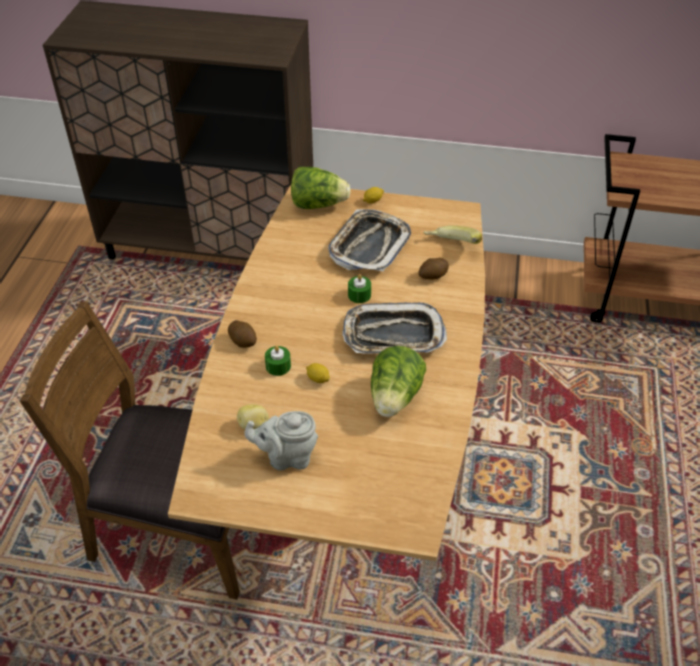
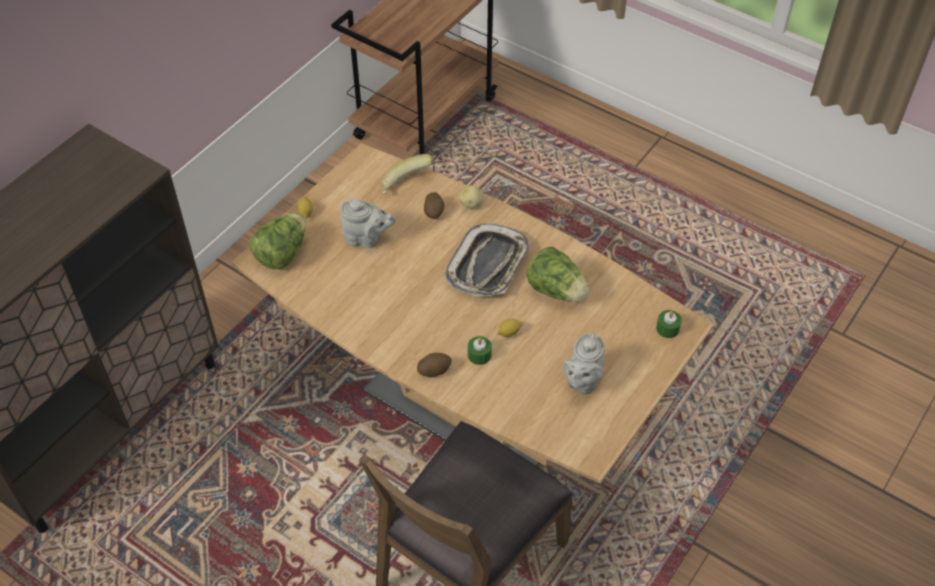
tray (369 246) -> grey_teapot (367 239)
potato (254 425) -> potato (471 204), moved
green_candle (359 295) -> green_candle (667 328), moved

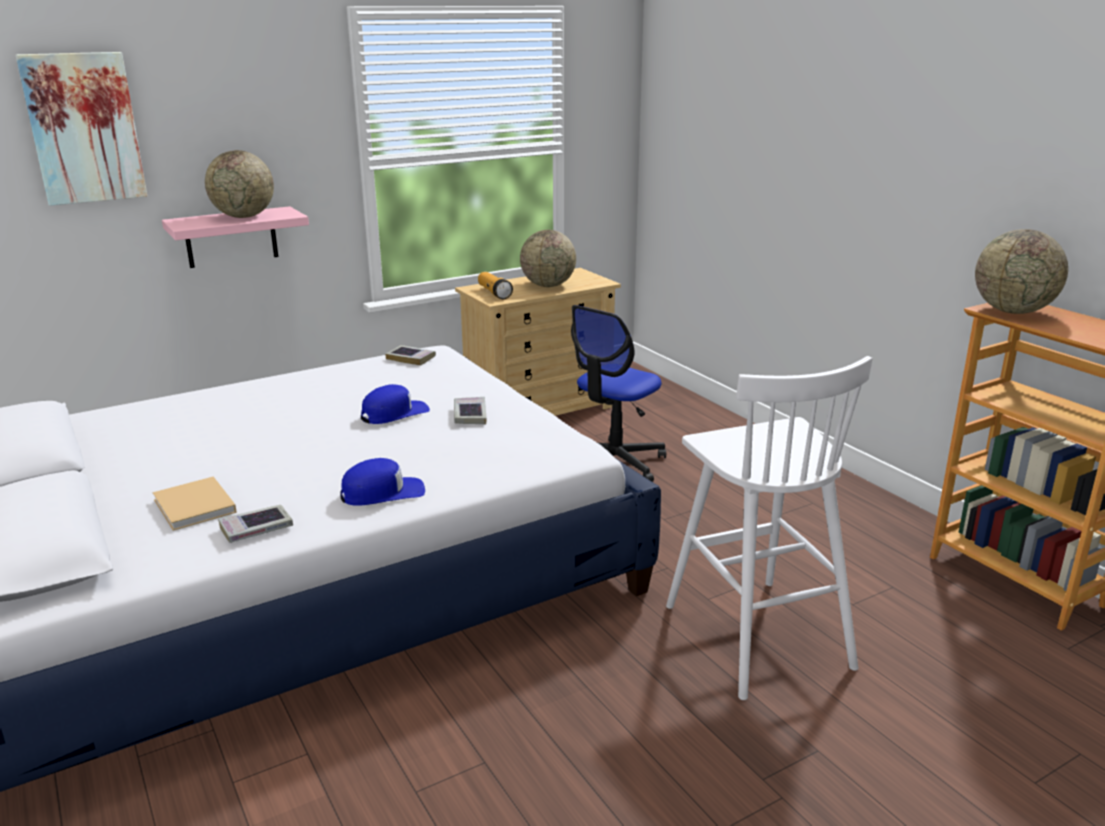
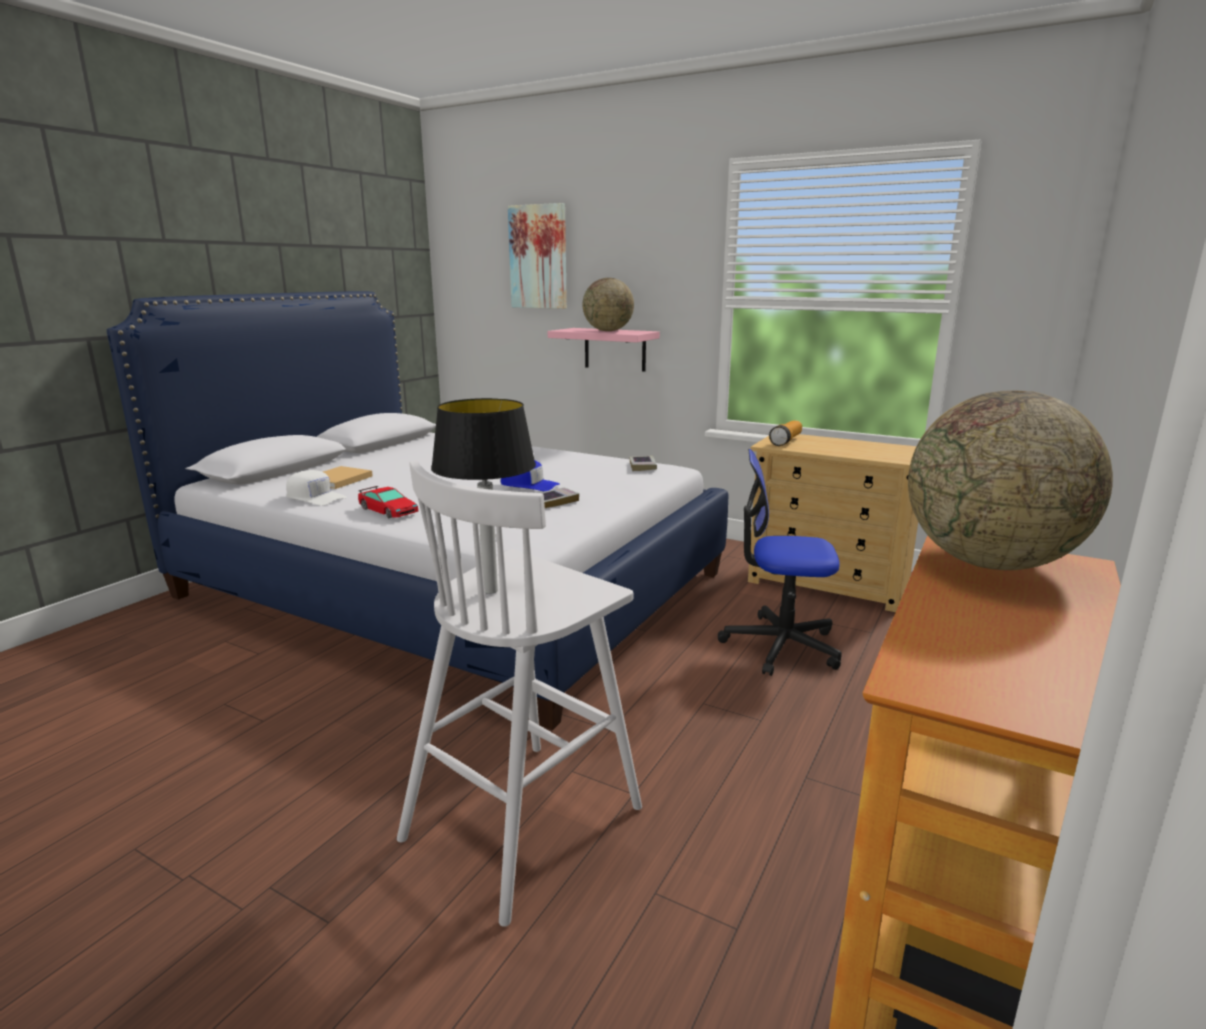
book (256 528) -> white_cap (315 497)
blue_cap (383 493) -> toy_car (387 510)
none -> table_lamp (489 590)
globe (548 285) -> none

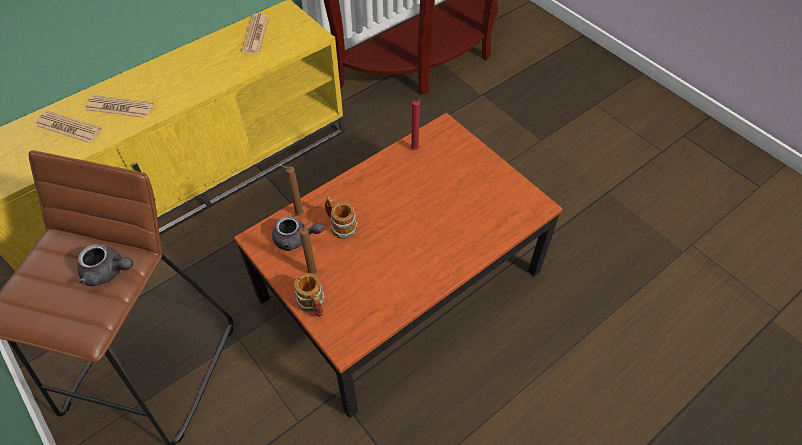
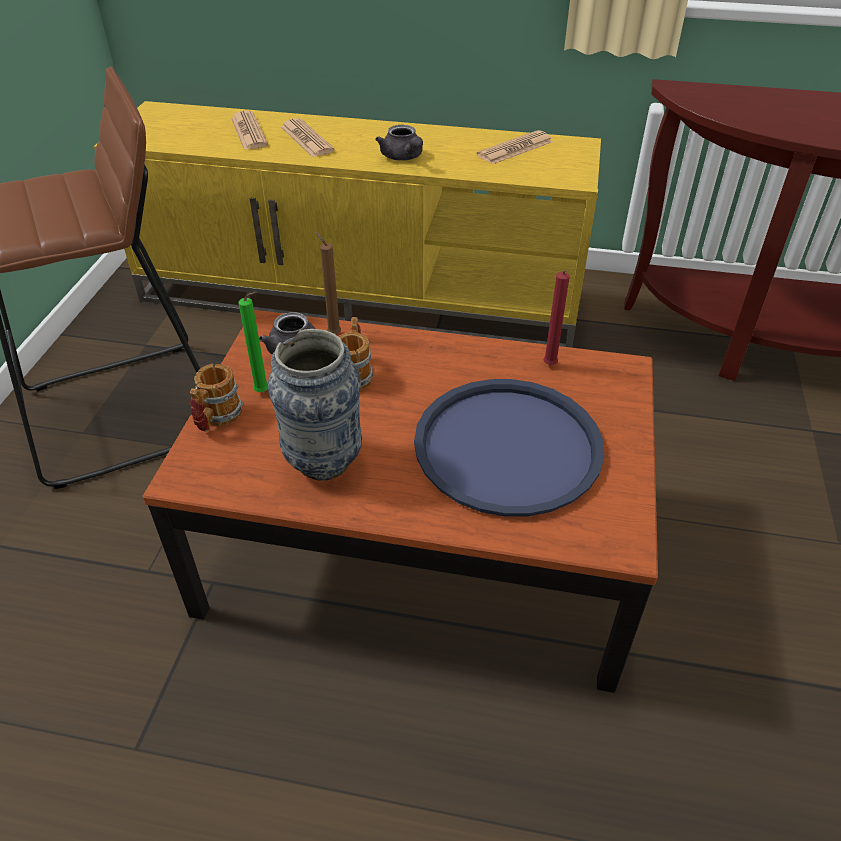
brown_candle (314 272) -> green_candle (264 392)
none -> vase (323 461)
grey_teapot (108 272) -> grey_teapot (403 157), moved
none -> blue_tray (507 446)

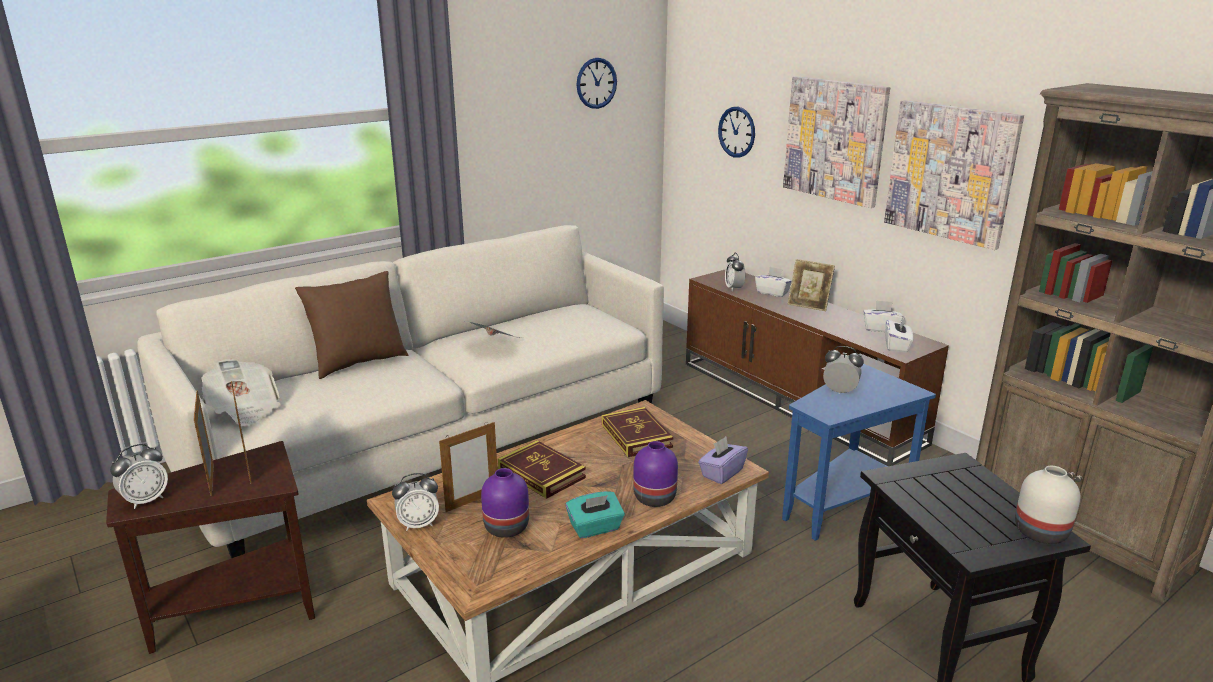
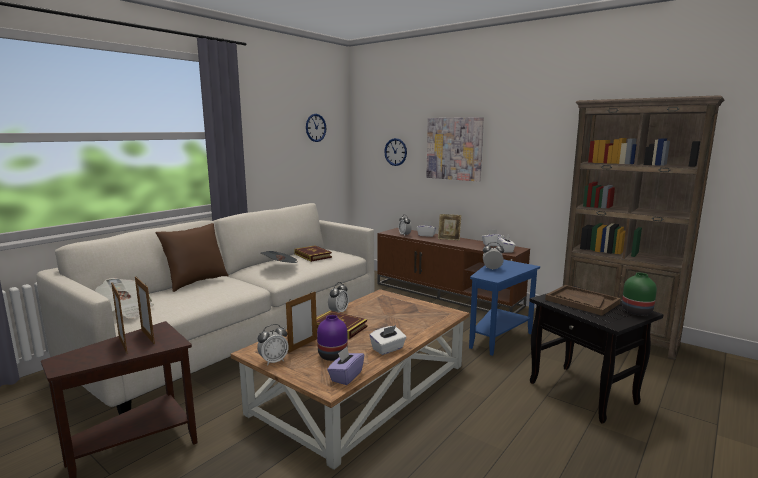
book (636 436) -> book (313 255), moved
purple_tissue_box (721 473) -> purple_tissue_box (346 376), moved
alarm_clock (146 500) -> alarm_clock (338 312), moved
turquoise_tissue_box (595 528) -> white_tissue_box (388 349)
none -> brown_tray (582 301)
white_vase (1039 532) -> green_vase (635 311)
purple_vase (653 498) -> none
picture (950 172) -> none

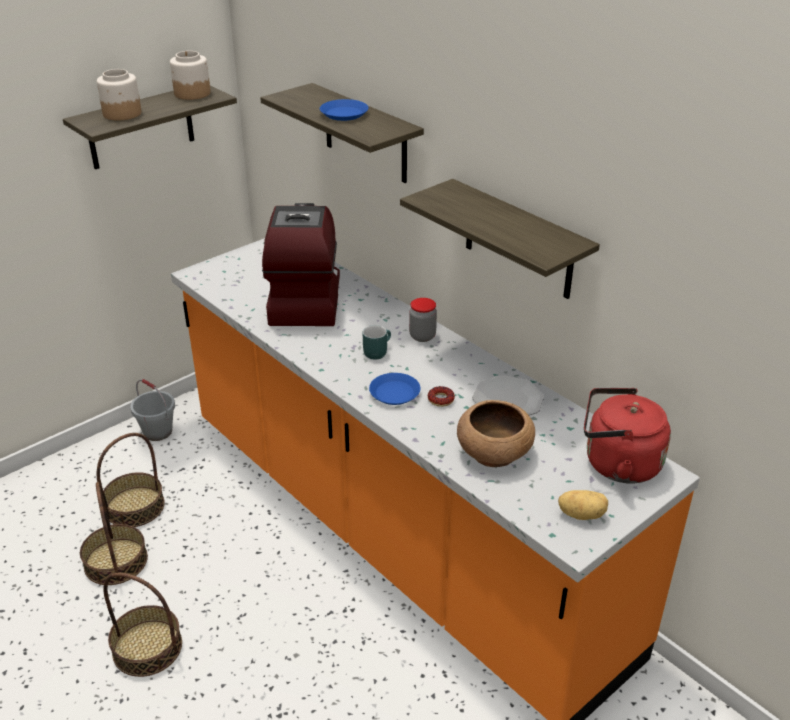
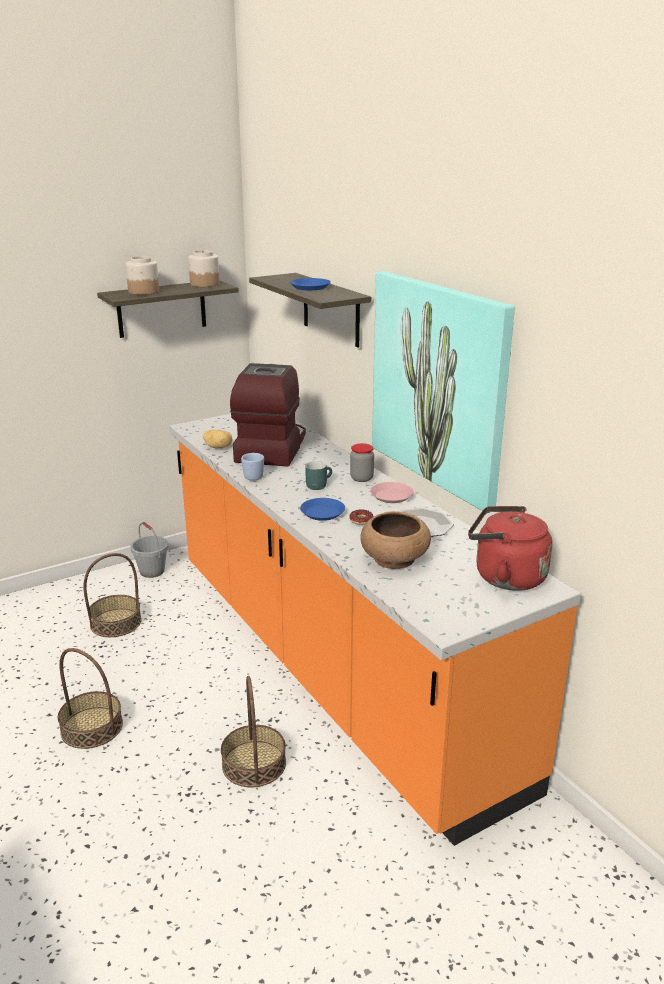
potato (581 514) -> potato (218 447), moved
basket (115 561) -> basket (253 763), moved
none -> blue_mug (251 476)
none -> pink_plate (391 496)
shelf (518 240) -> picture (439 385)

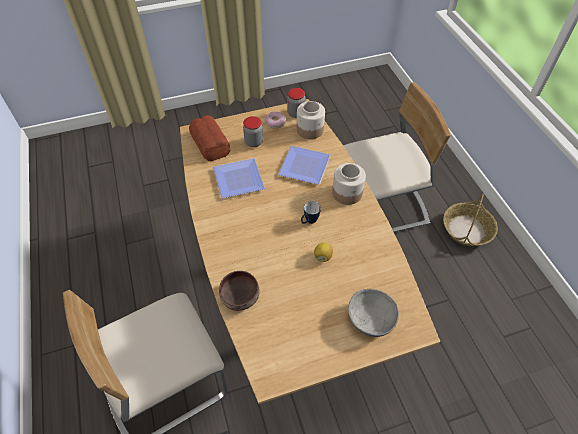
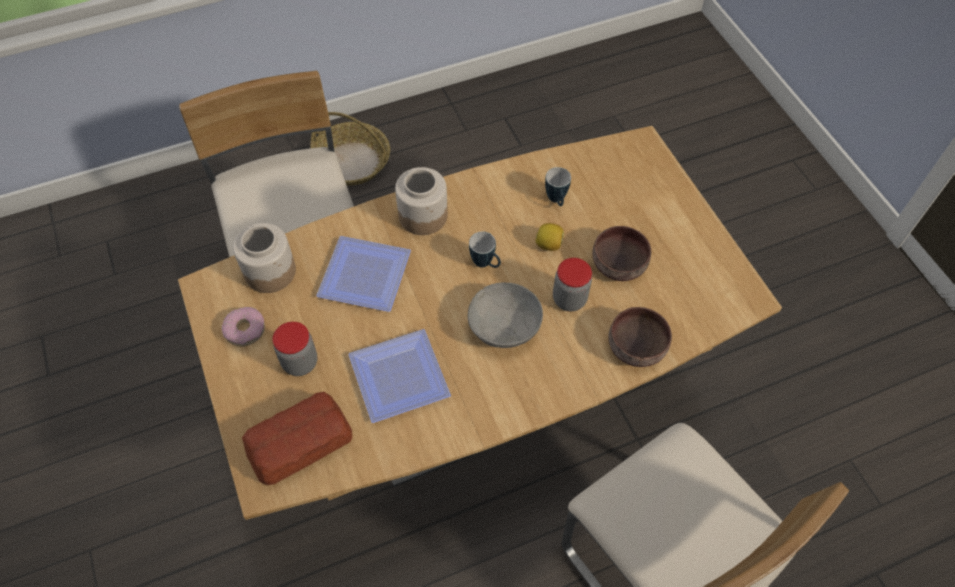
grey_bowl (370 319) -> grey_bowl (505 327), moved
none -> mug (556 201)
jar (296 113) -> jar (569 299), moved
none -> brown_bowl (620 264)

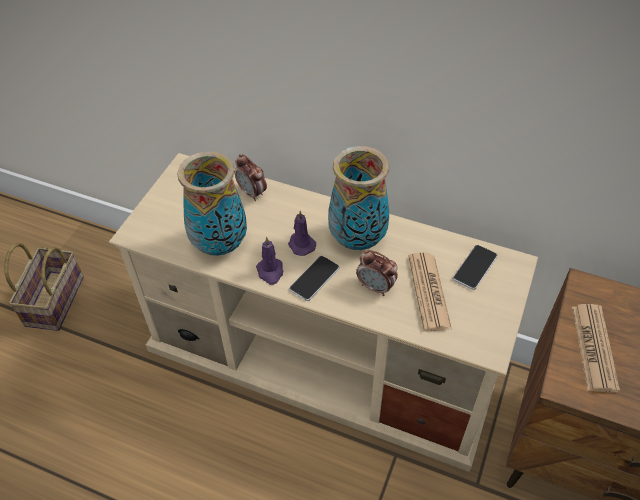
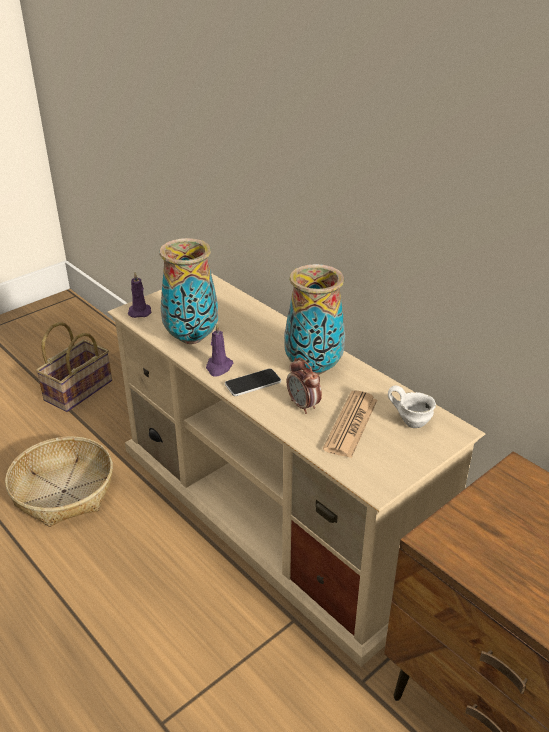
none -> basket (64 491)
purple_candle (301 244) -> purple_candle (140 311), moved
phone (475 267) -> white_mug (411 421)
alarm_clock (252 193) -> none
newspaper (594 348) -> none

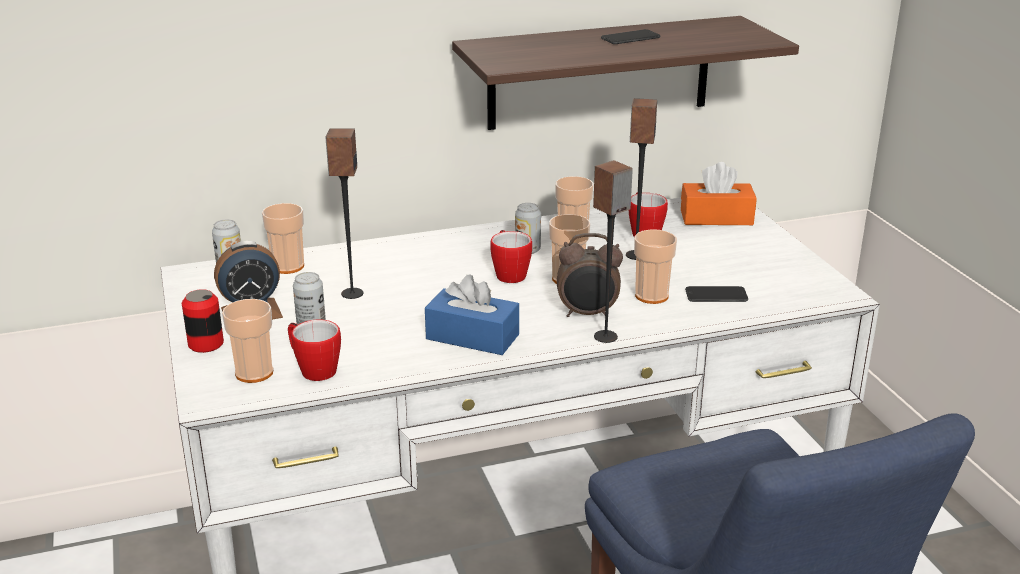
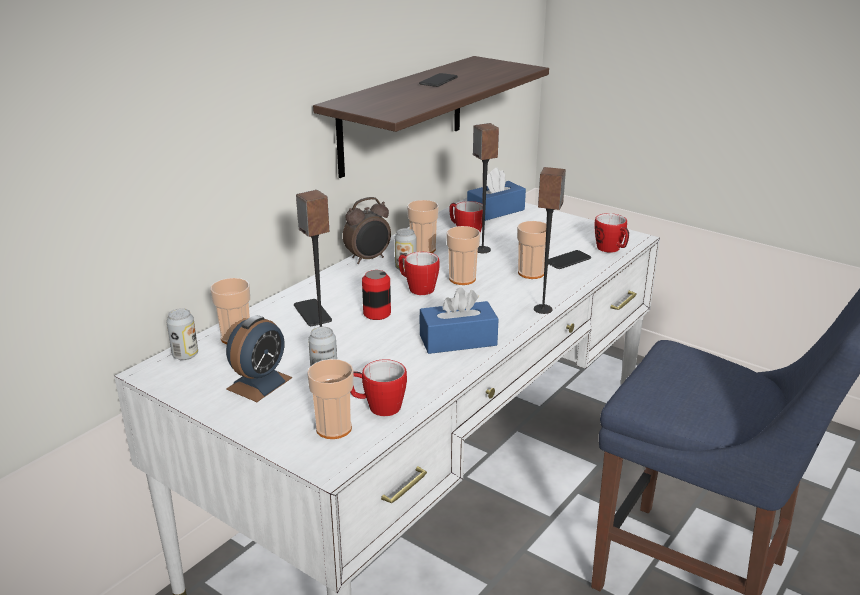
none -> phone (312 313)
alarm_clock (588 314) -> alarm_clock (368 259), moved
can (206 344) -> can (377 313), moved
orange_tissue_box (716 217) -> blue_tissue_box (495 211)
none -> mug (611 250)

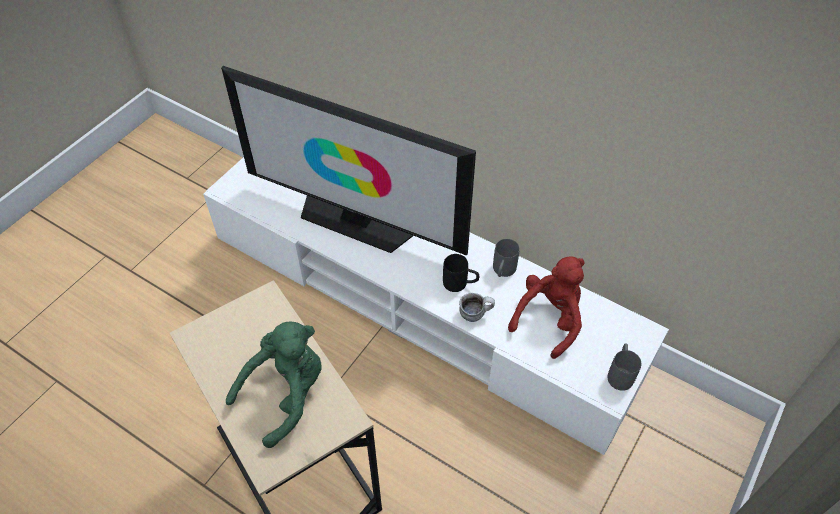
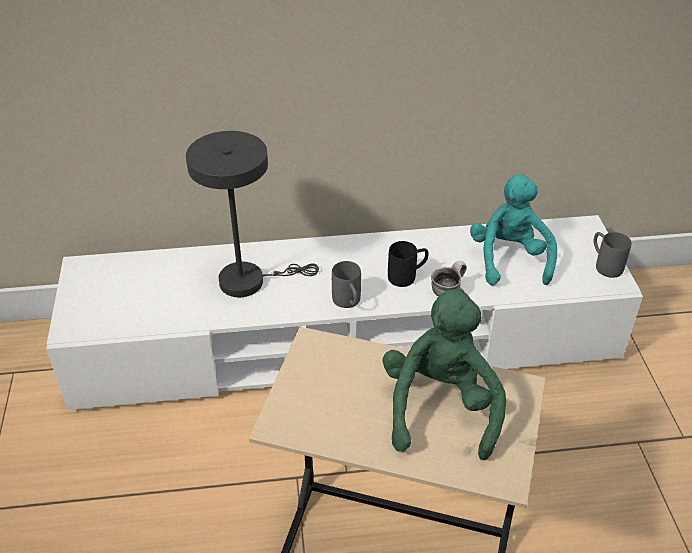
television (356 220) -> grey_table_lamp (249 280)
grey_mug (502 272) -> grey_mug (348 303), moved
red_plush_toy (549 319) -> turquoise_plush_toy (509 259)

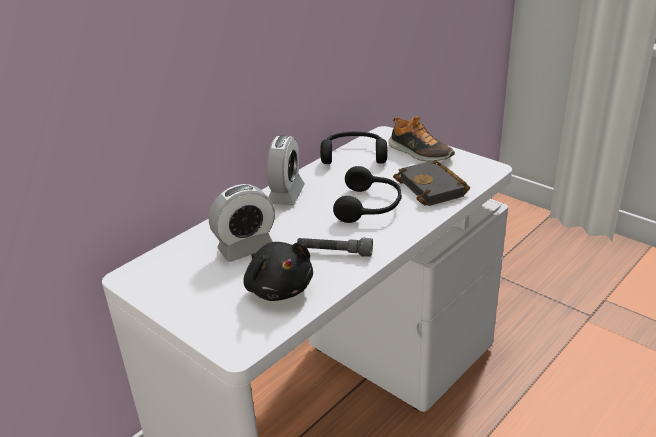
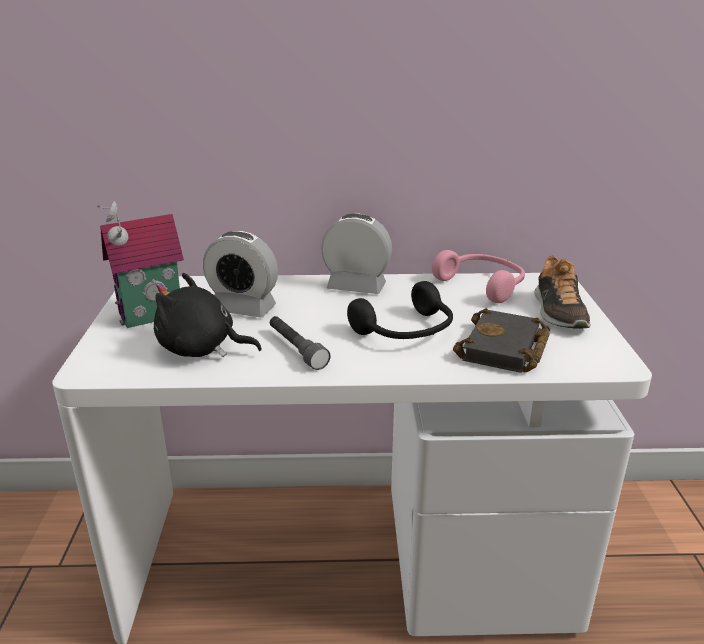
none -> toy_house (152 318)
black_plush_toy (279 288) -> black_plush_toy (201 349), 90 degrees clockwise
alarm_clock (286 194) -> alarm_clock (356 287), 135 degrees counterclockwise
black_headphones (354 155) -> pink_headphones (483 285)

